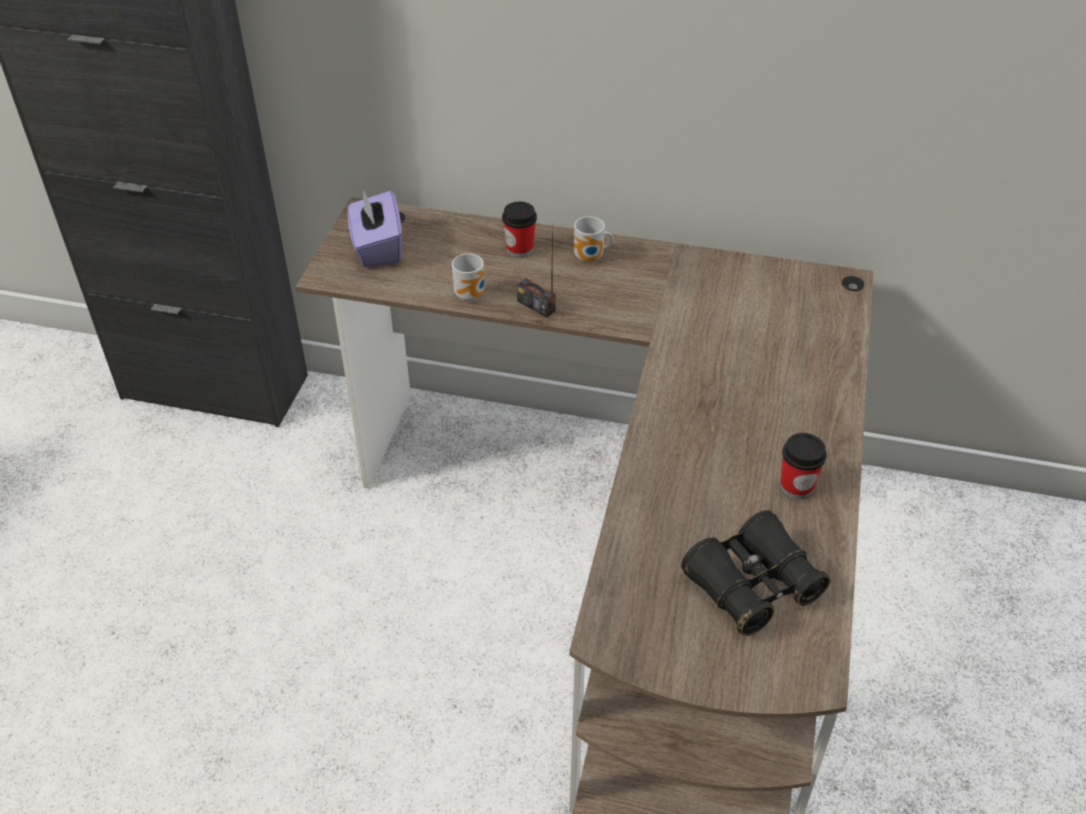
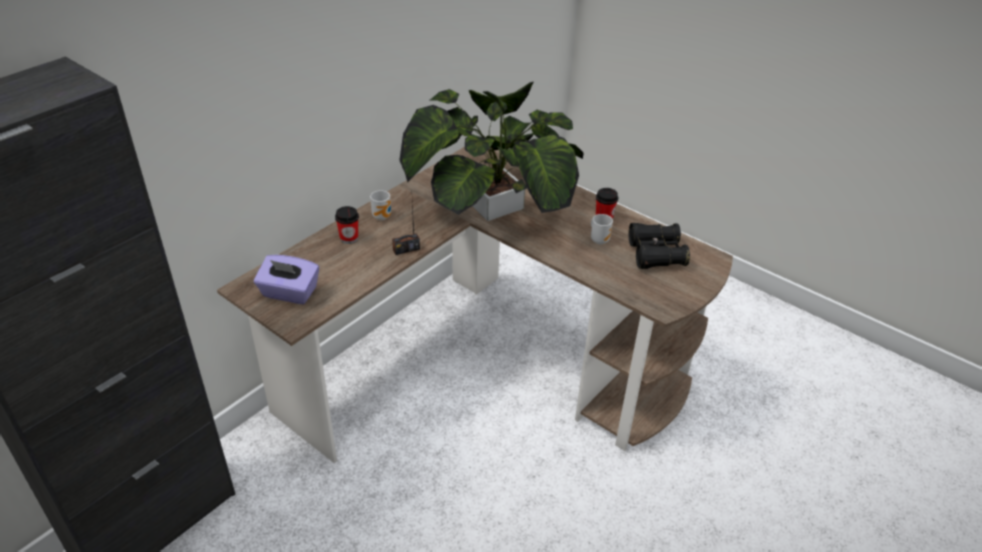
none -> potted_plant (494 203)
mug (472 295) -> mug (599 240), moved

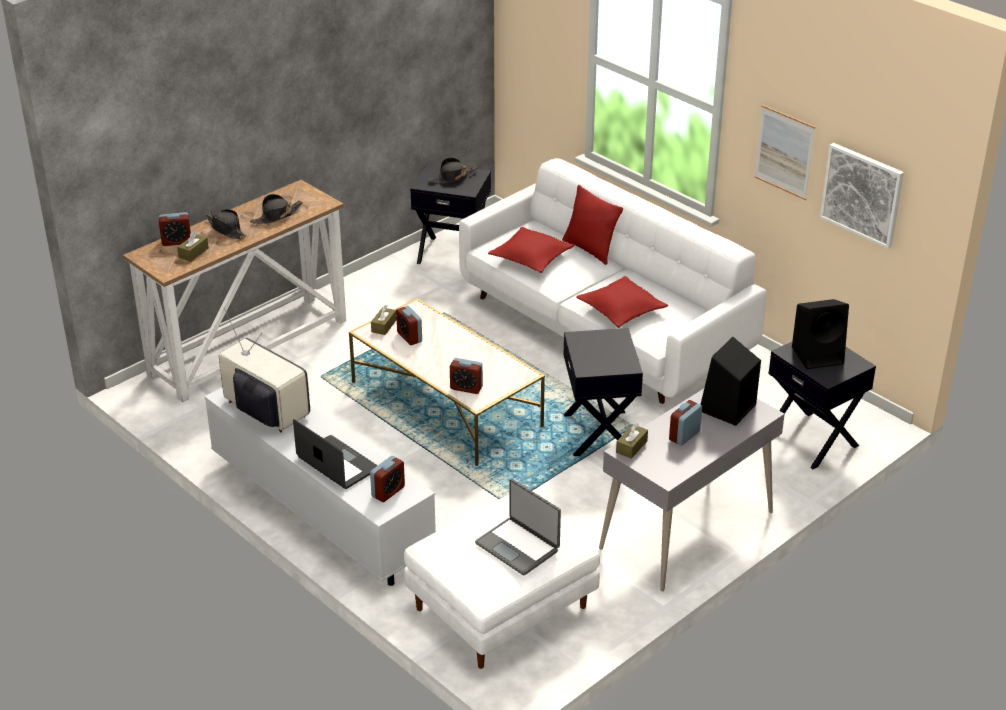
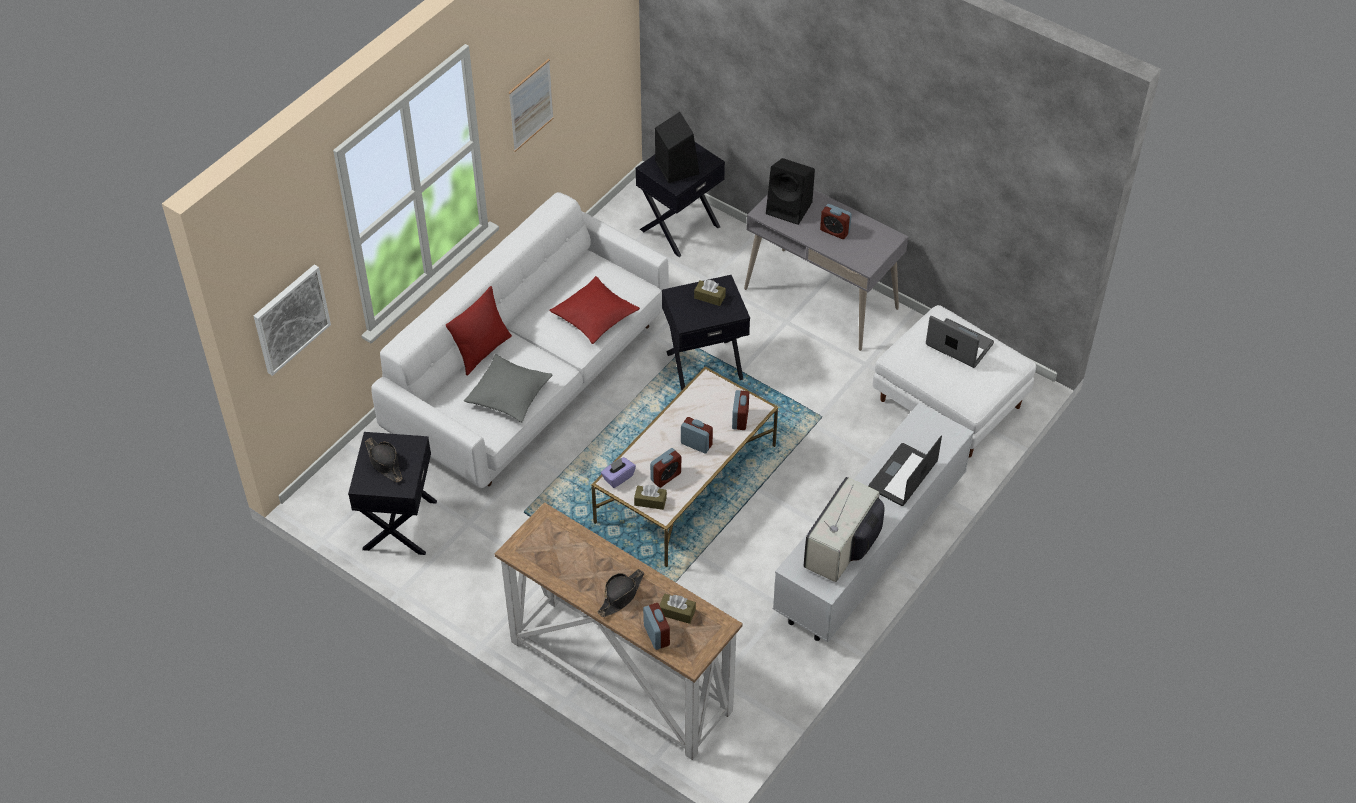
picture (862 194) -> picture (290 319), moved
red_pillow (531 257) -> grey_pillow (509 394)
none -> purple_tissue_box (618 477)
alarm_clock (388 492) -> alarm_clock (696 444), moved
brown_tissue_box (631 447) -> brown_tissue_box (709 297), moved
laptop (518 546) -> laptop (958 345), 90 degrees counterclockwise
black_hat (276 216) -> none

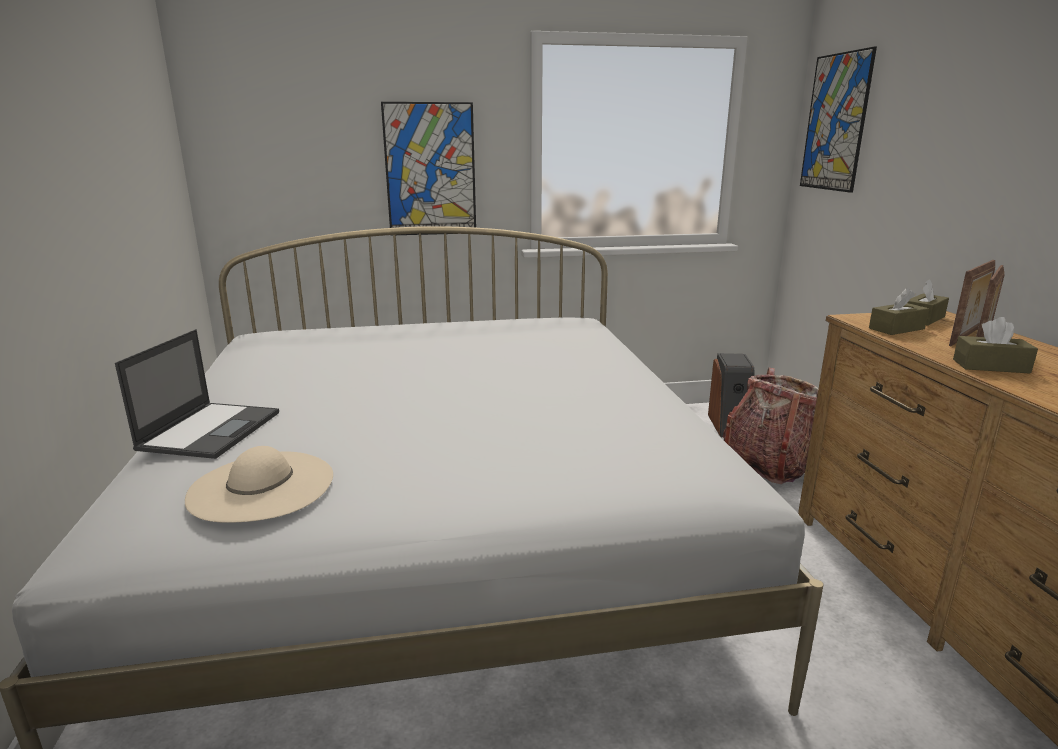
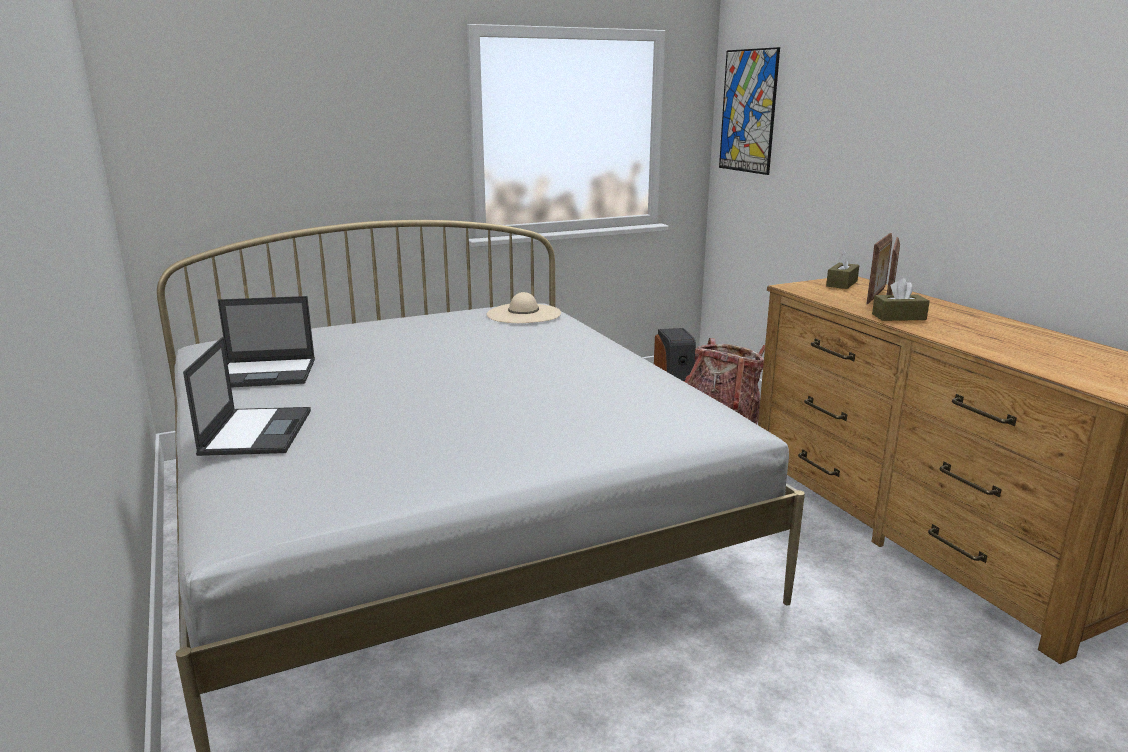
none -> laptop (267 373)
beige_hat (261 486) -> beige_hat (524 314), moved
picture (430 170) -> none
brown_tissue_box (896 328) -> none

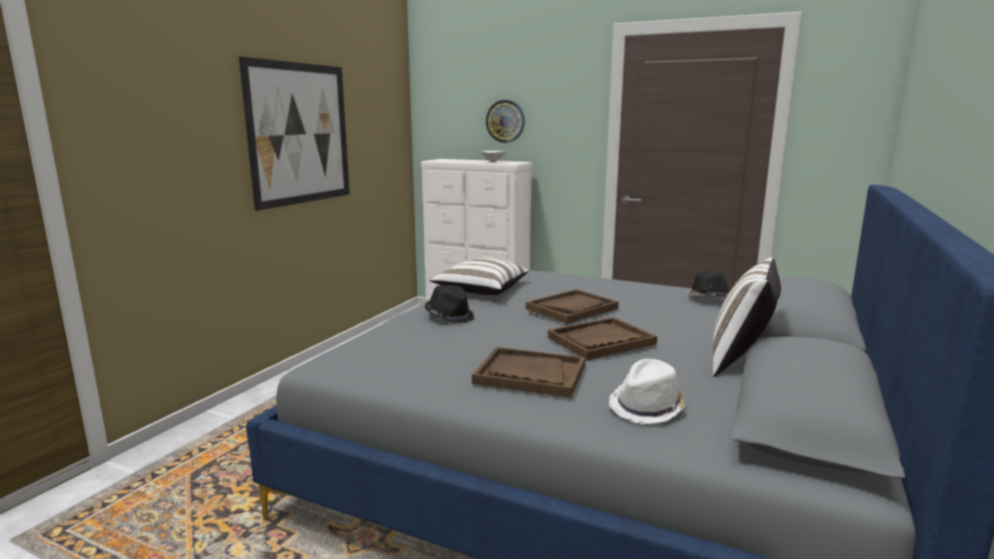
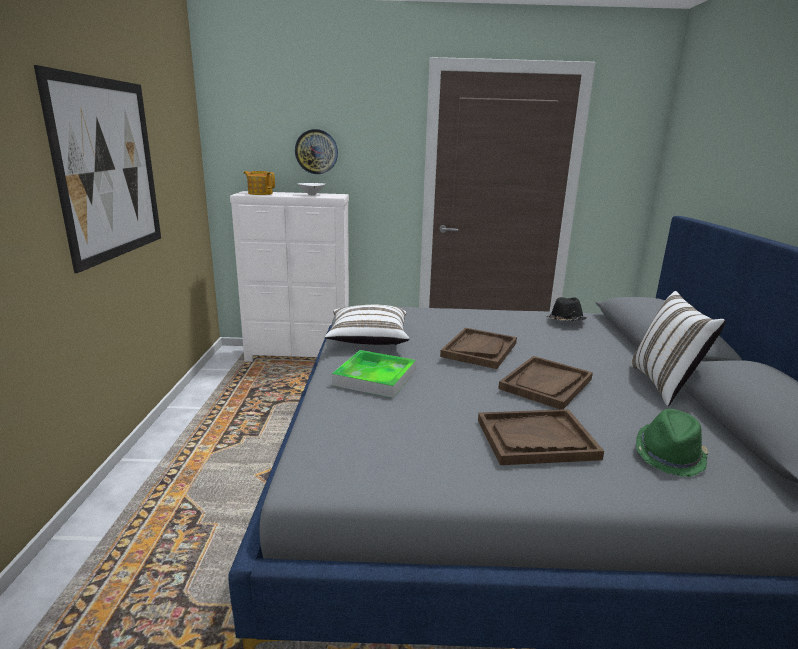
none -> teapot (260 193)
black_hat (449 316) -> tray (375 378)
white_hat (647 407) -> green_hat (669 455)

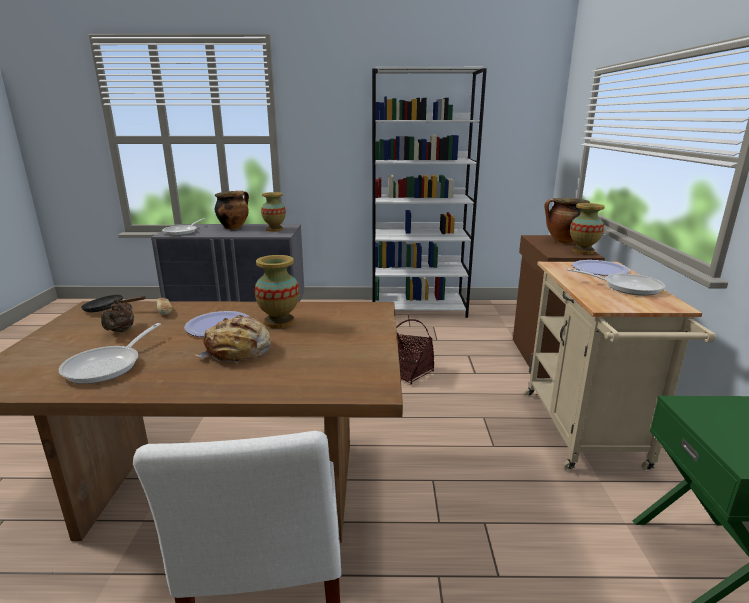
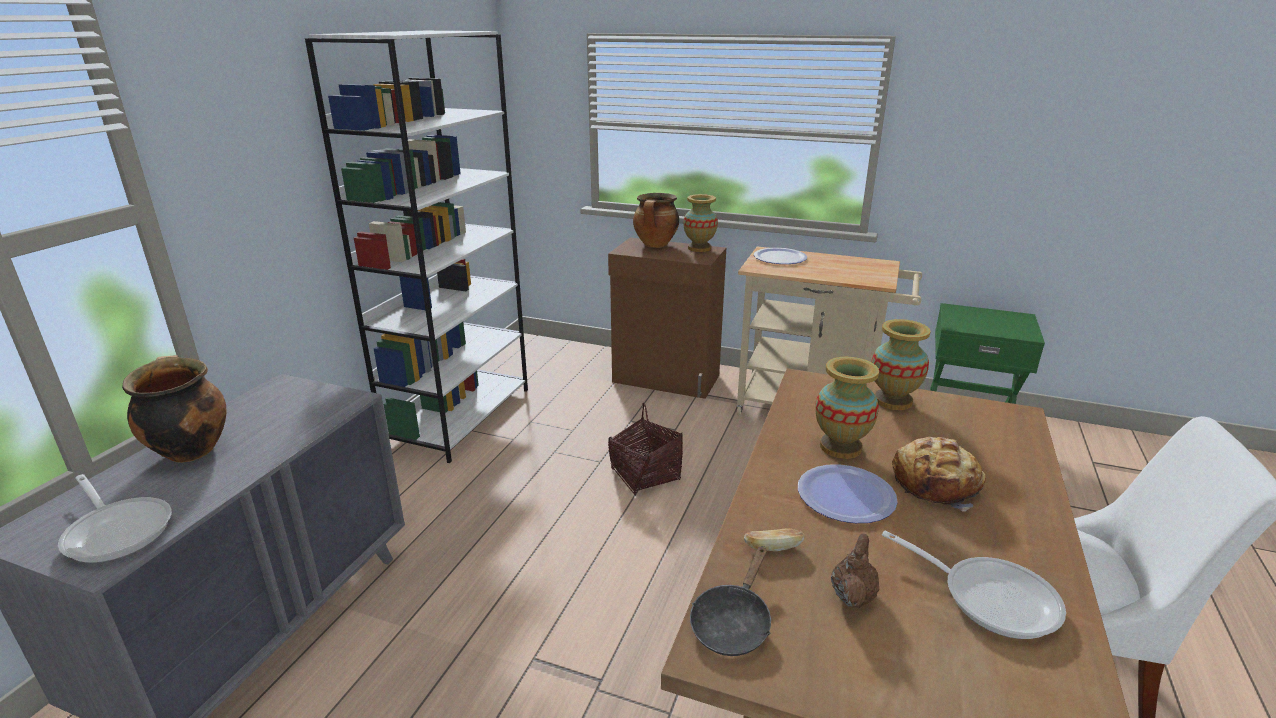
brown_teapot (121 331) -> brown_teapot (852 595), 90 degrees counterclockwise
vase (274 229) -> vase (893 401), moved
frying_pan (626 287) -> none

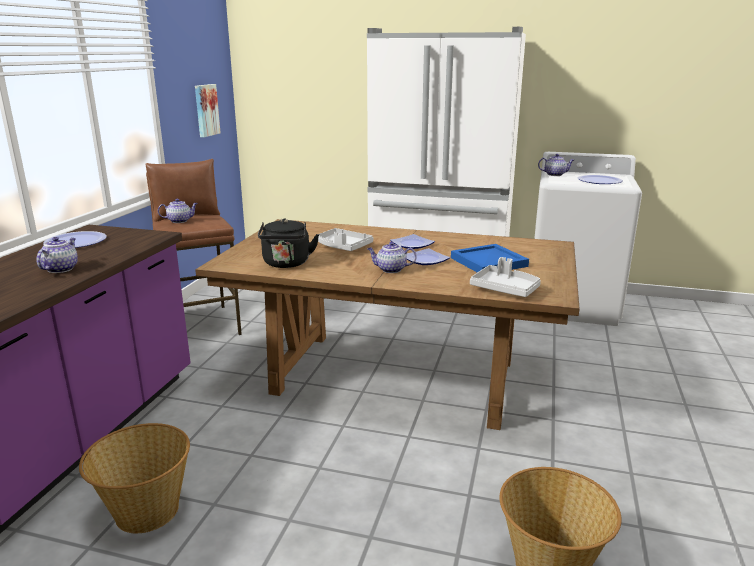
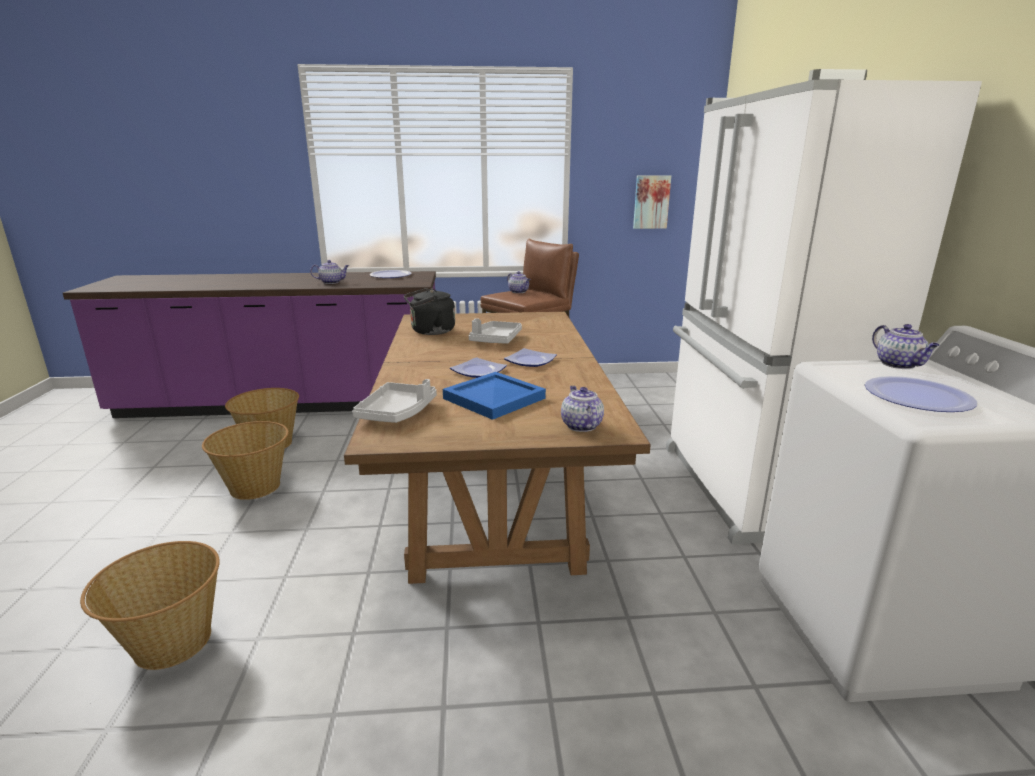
none -> basket (255 486)
teapot (390 270) -> teapot (580 425), moved

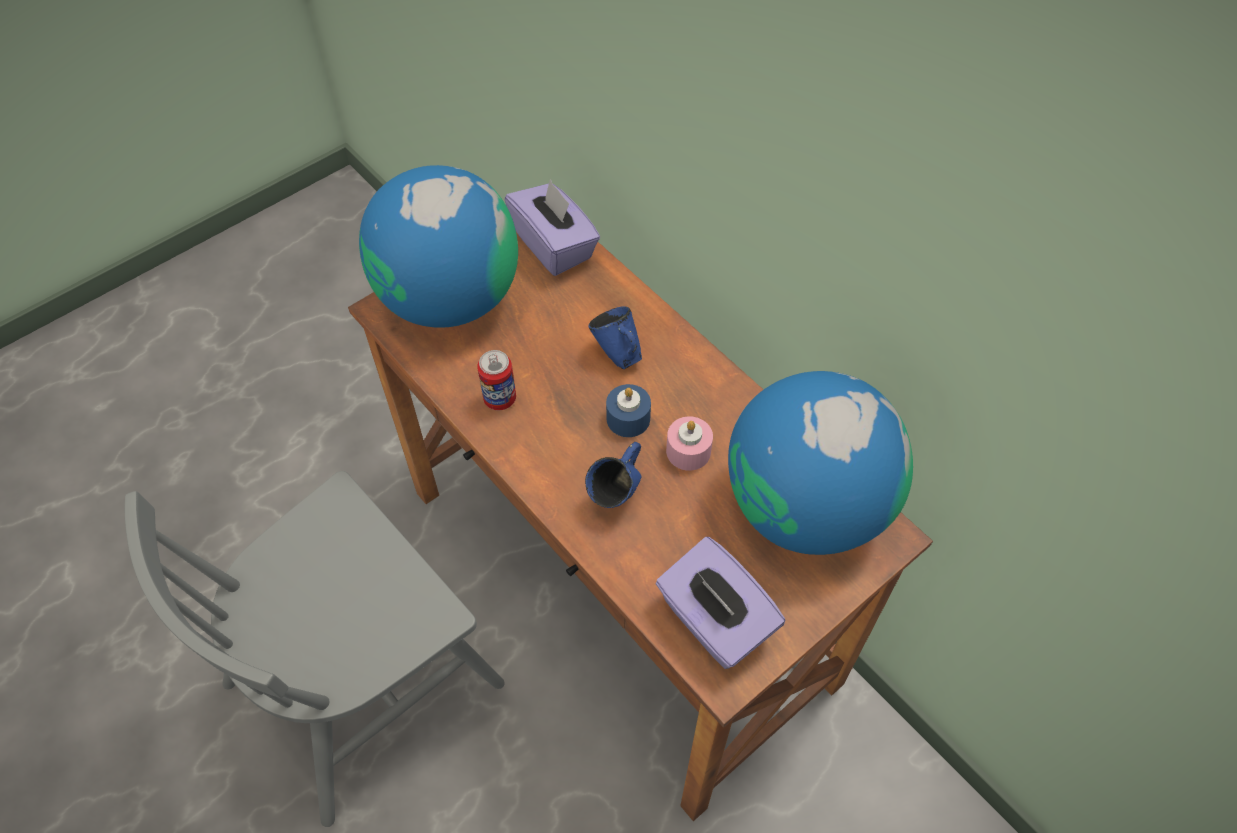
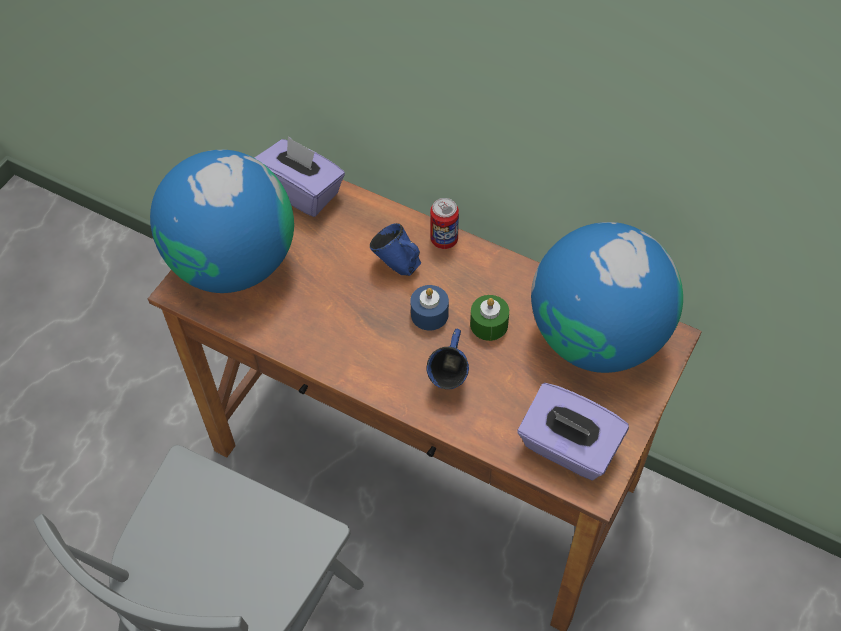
can (500 399) -> can (444 240), moved
pink_candle (688 451) -> green_candle (489 324)

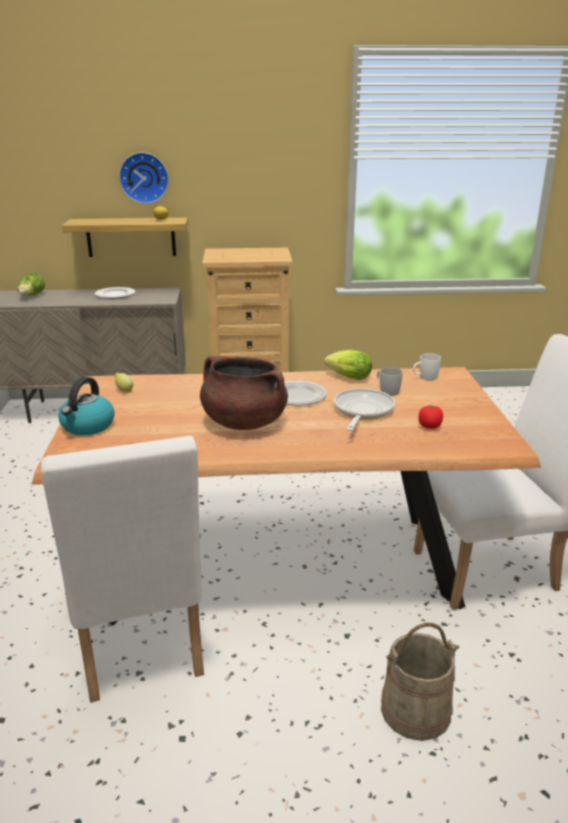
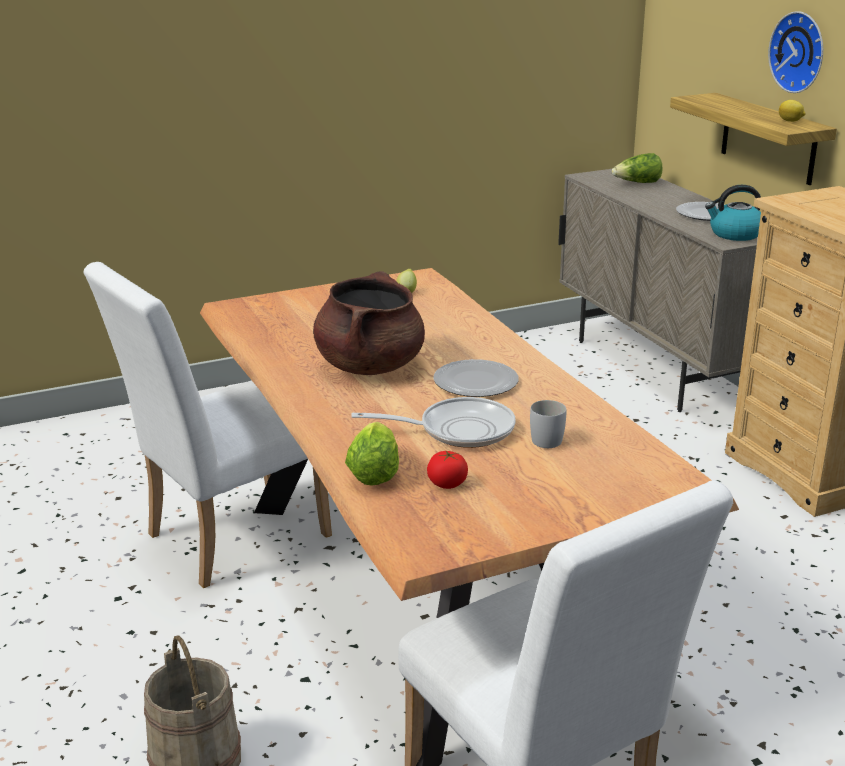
lettuce (346 377) -> lettuce (374 472), moved
kettle (87 426) -> kettle (734 234), moved
white_mug (425 377) -> none

